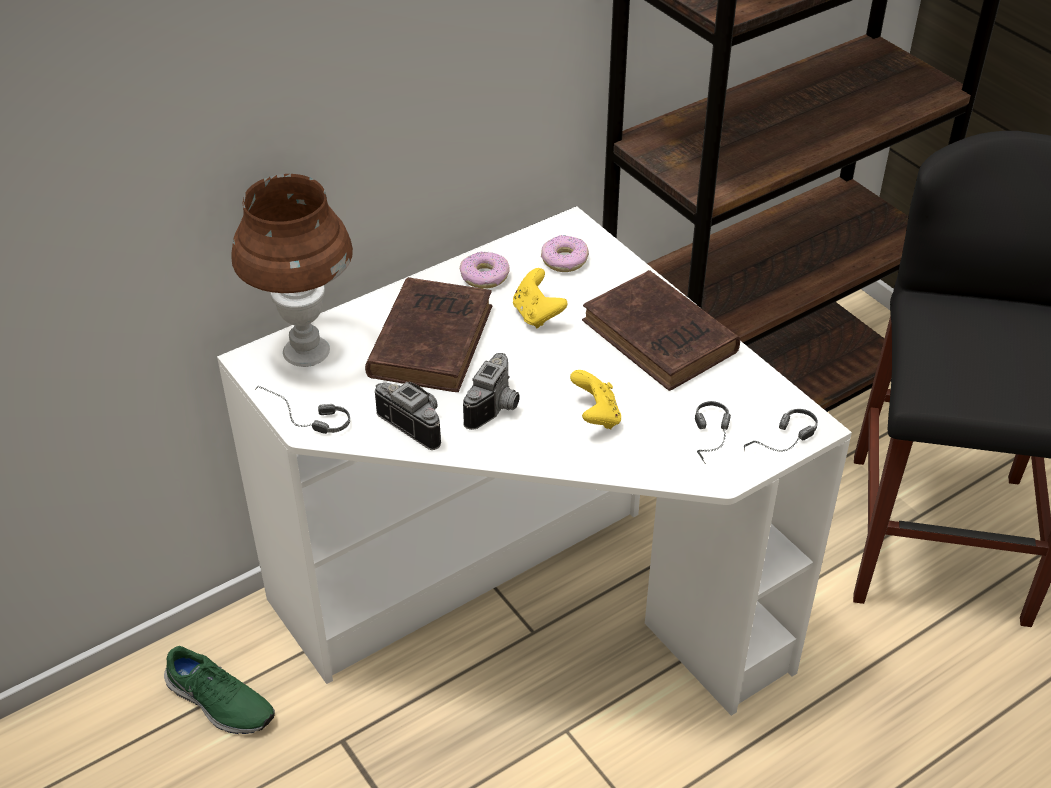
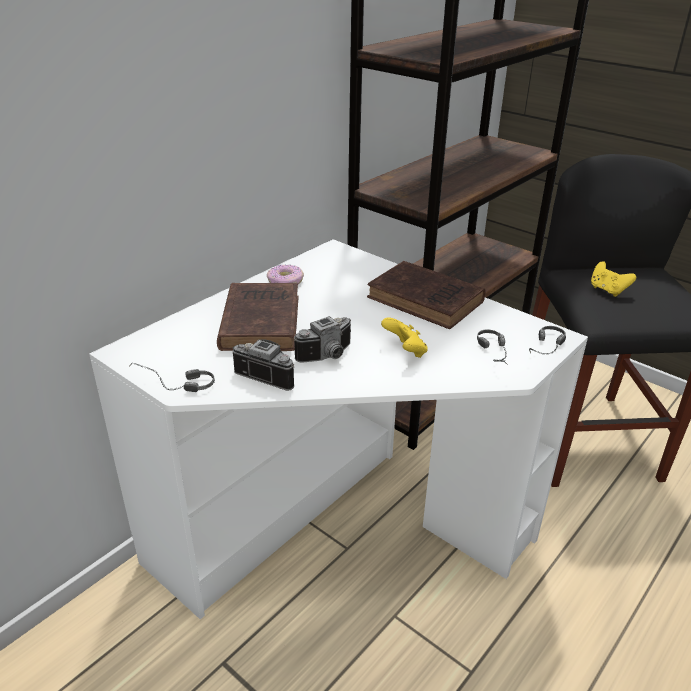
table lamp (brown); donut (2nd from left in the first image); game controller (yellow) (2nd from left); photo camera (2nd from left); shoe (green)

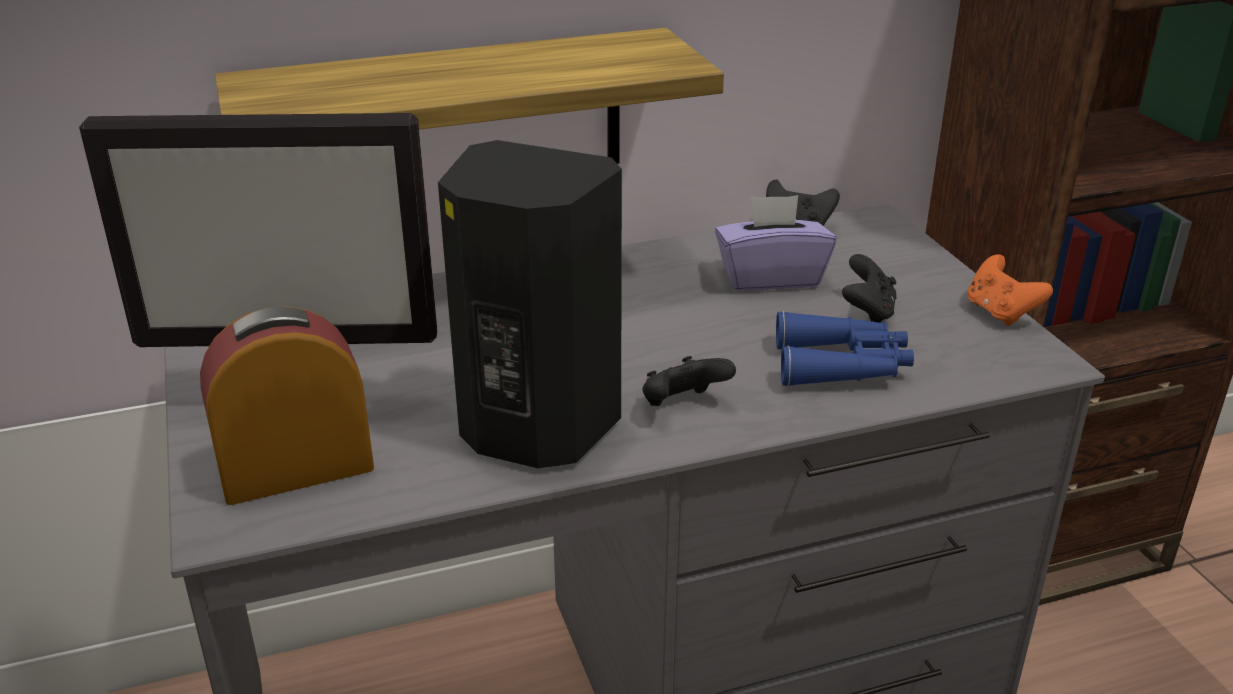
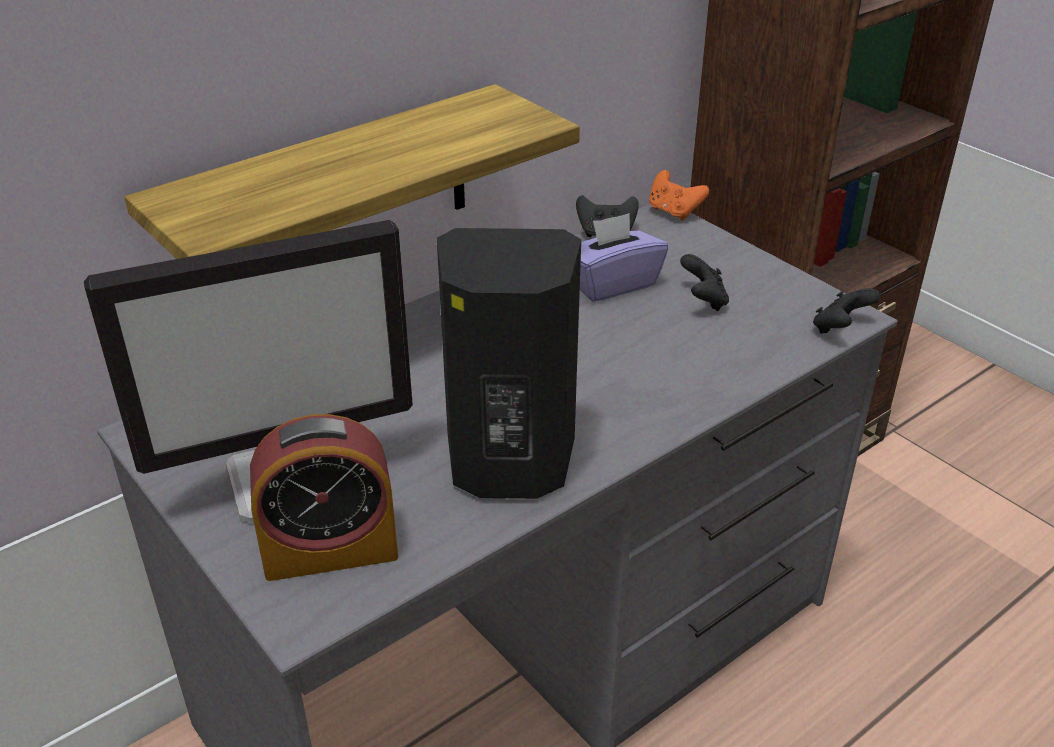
game controller (orange); alarm clock; binoculars (blue); game controller (black) (3rd from left)

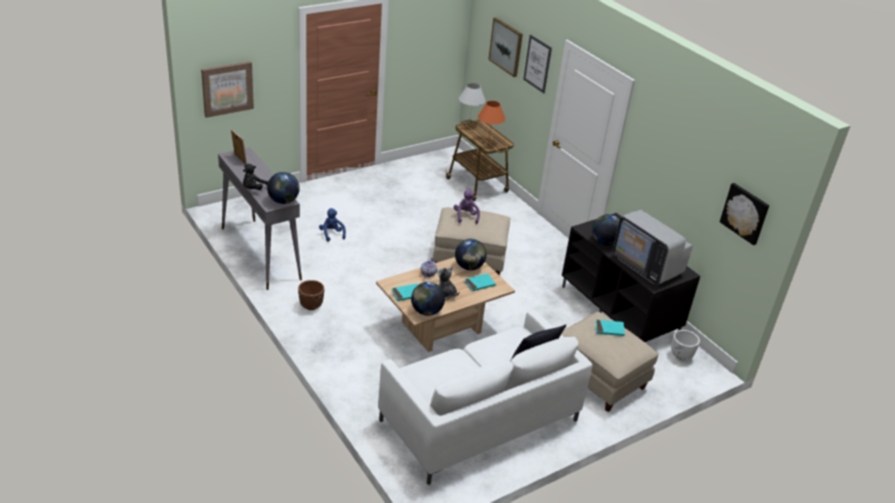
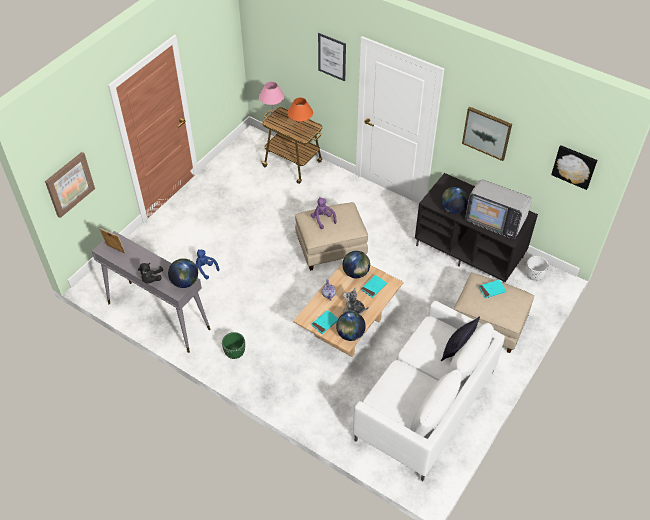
picture (3rd from left); table lamp (pink); planter (green)

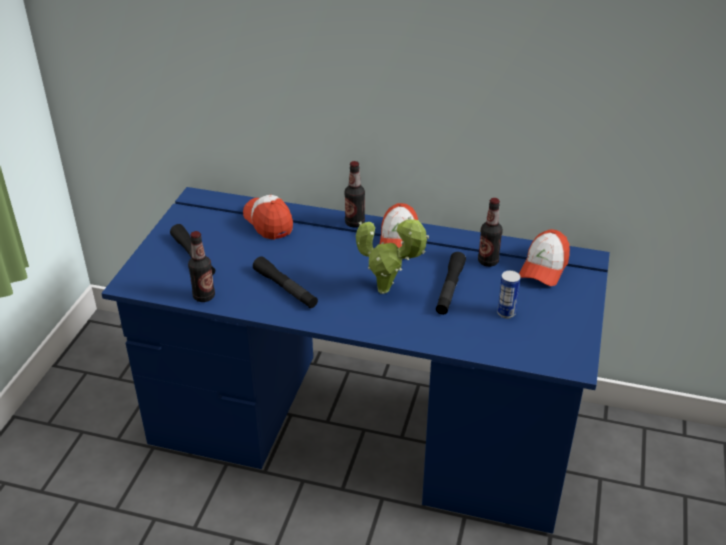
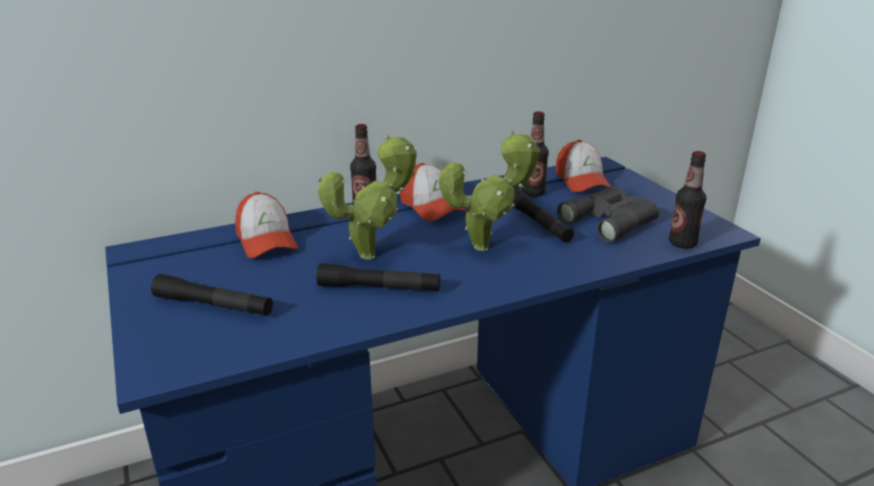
cap (1st from left); bottle (3rd from left); binoculars (grey); potted plant (1st from left)

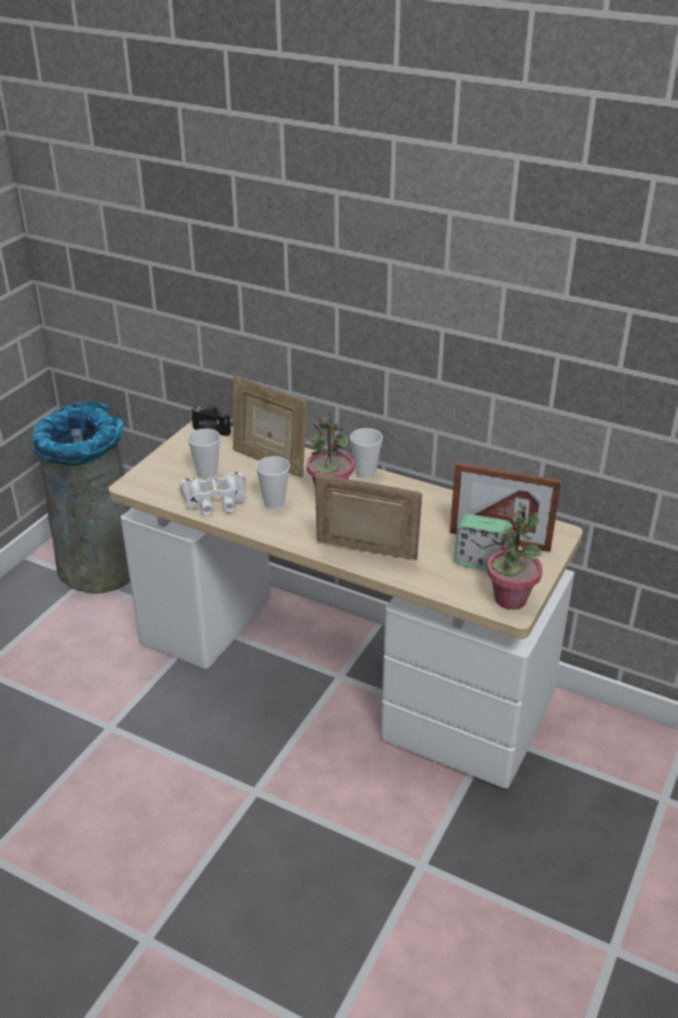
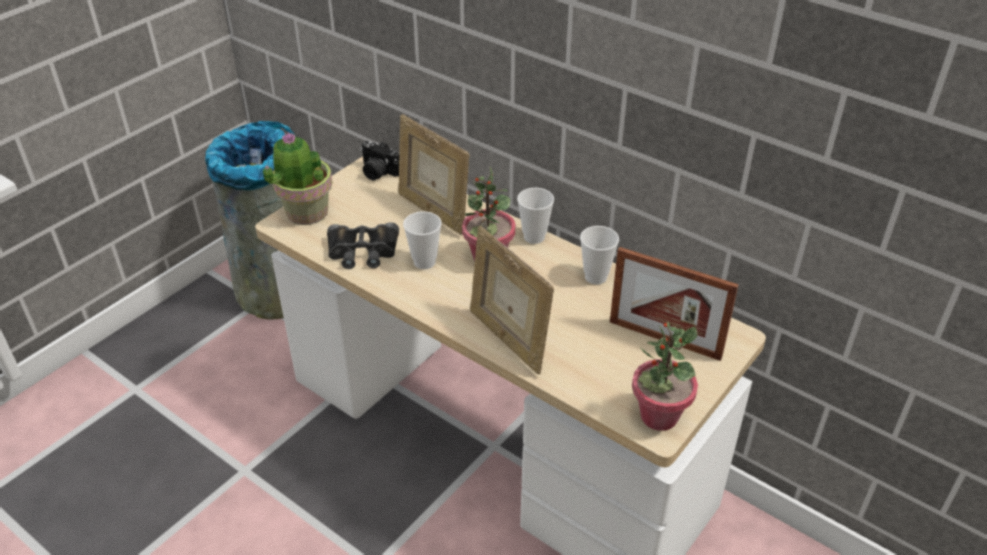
cup (3rd from left); binoculars (black); picture frame (2nd from left); alarm clock; potted plant (1st from left)

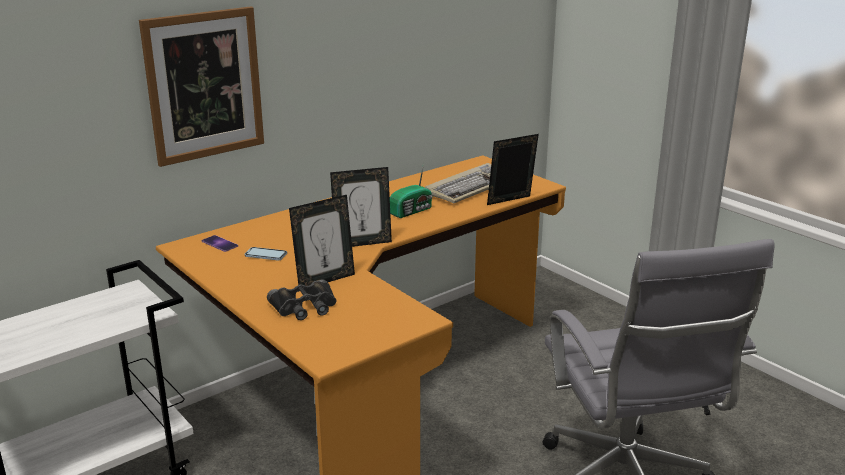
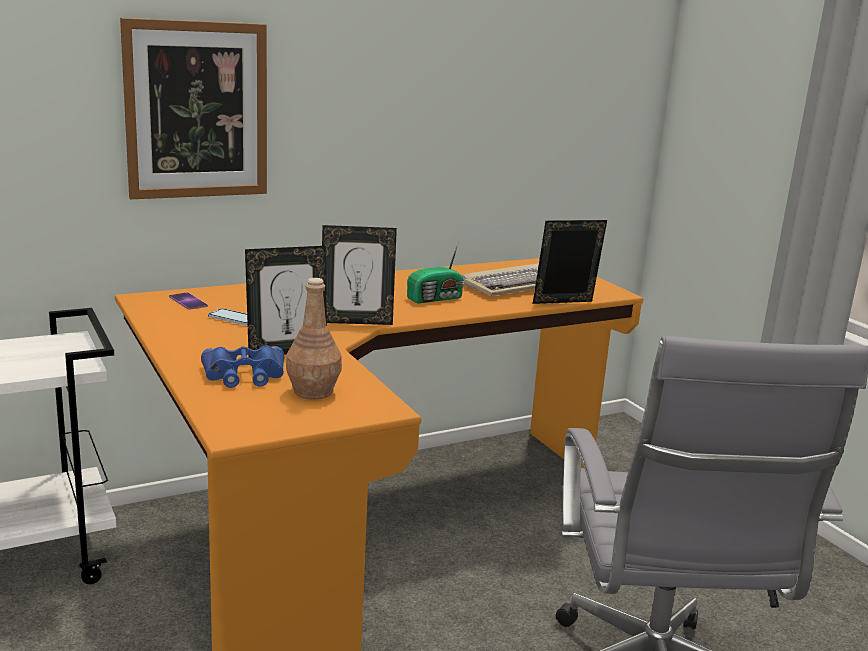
binoculars (blue); bottle (brown)

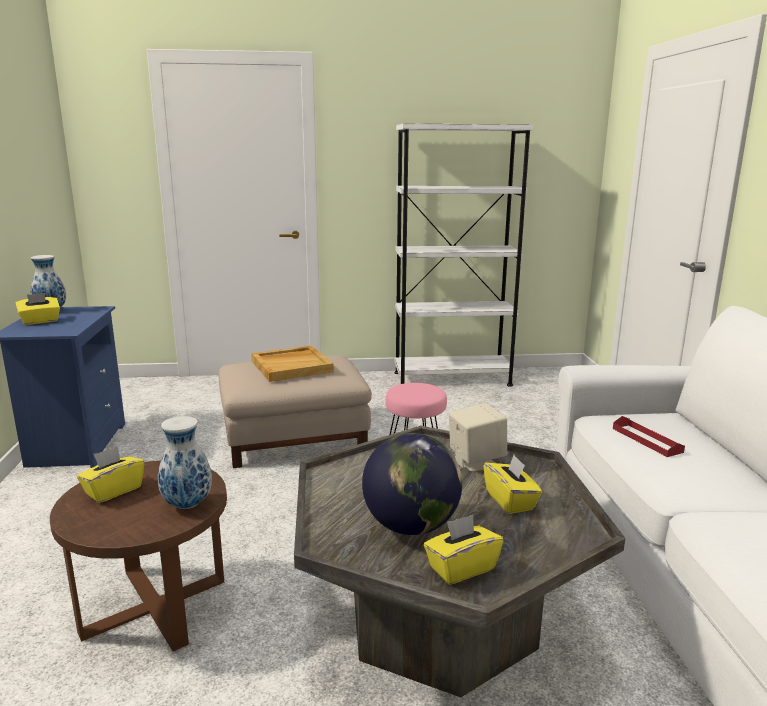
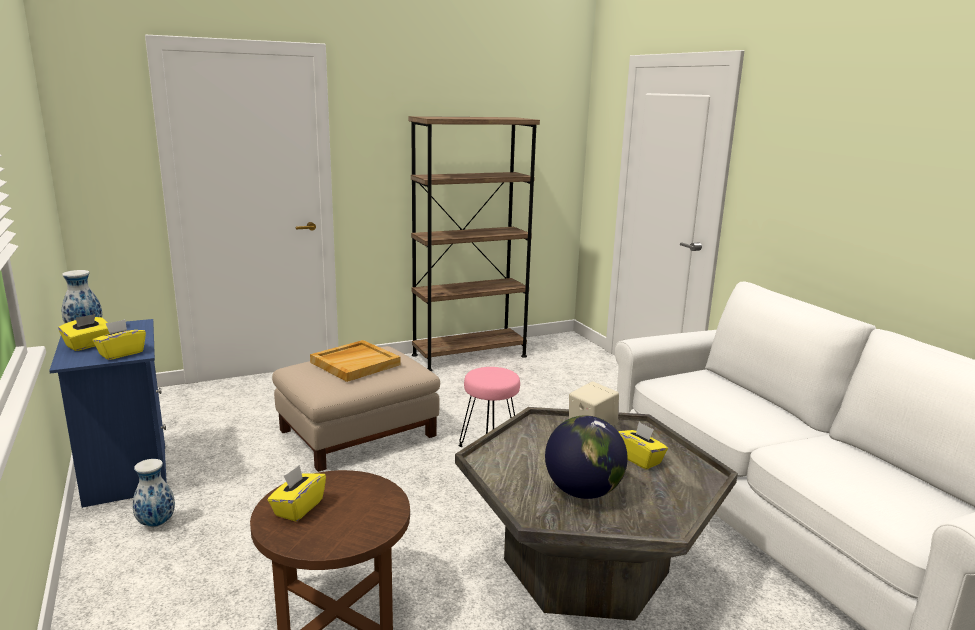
bookcase (brown); vase (2nd from left); tray (red); tissue box (yellow) (2nd from left)

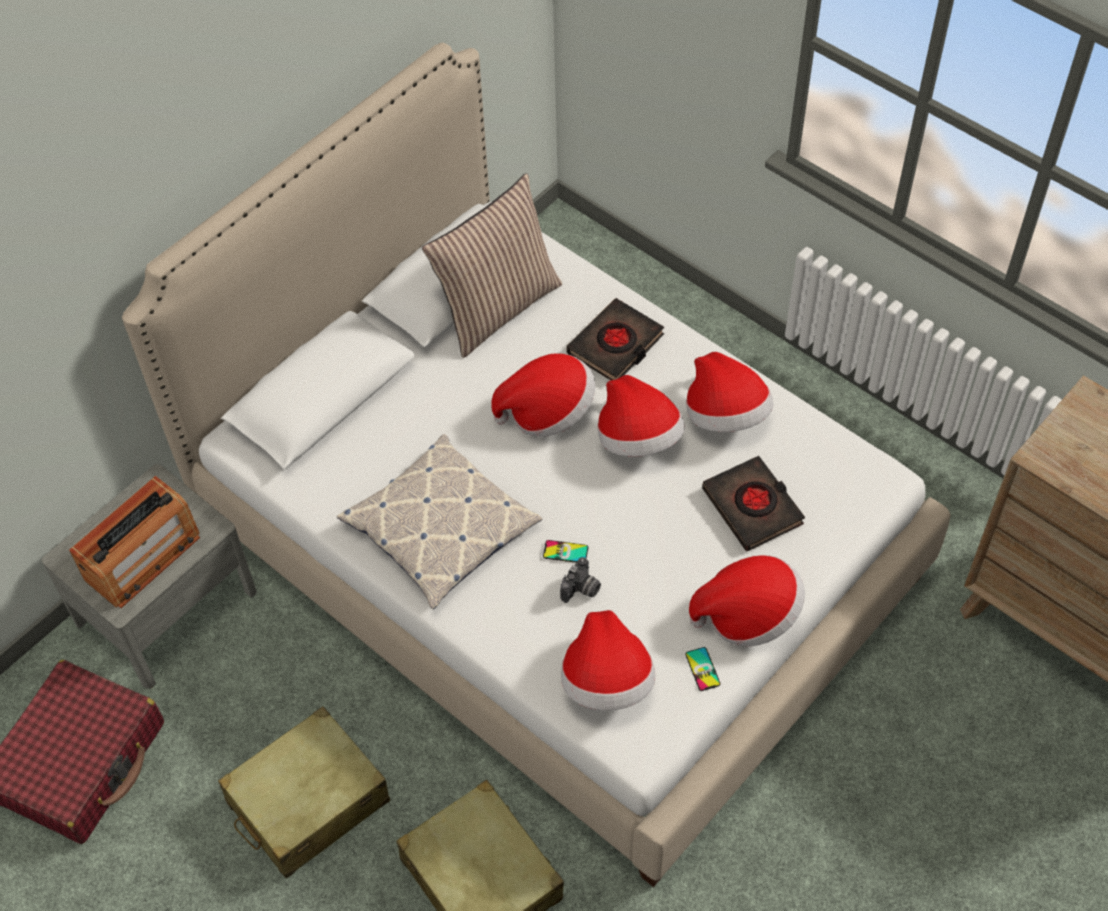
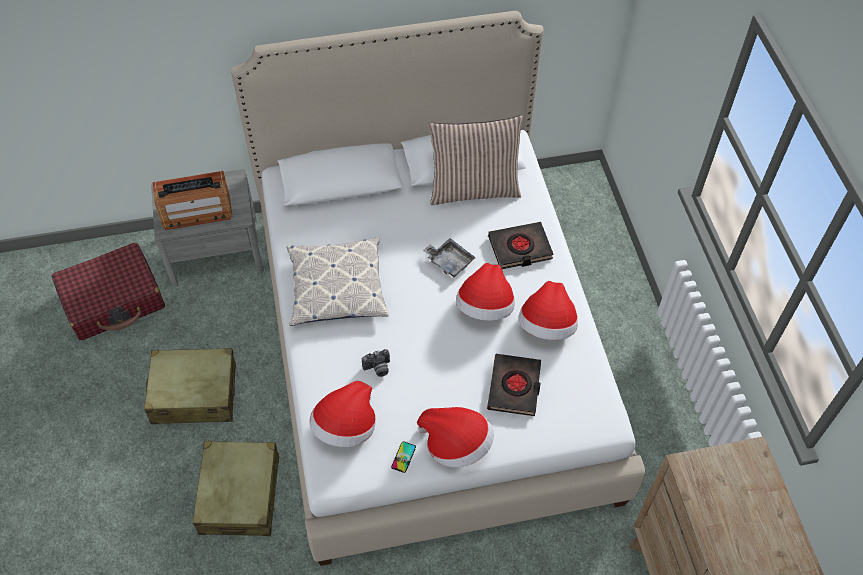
tray (grey); phone (1st from left in the first image)

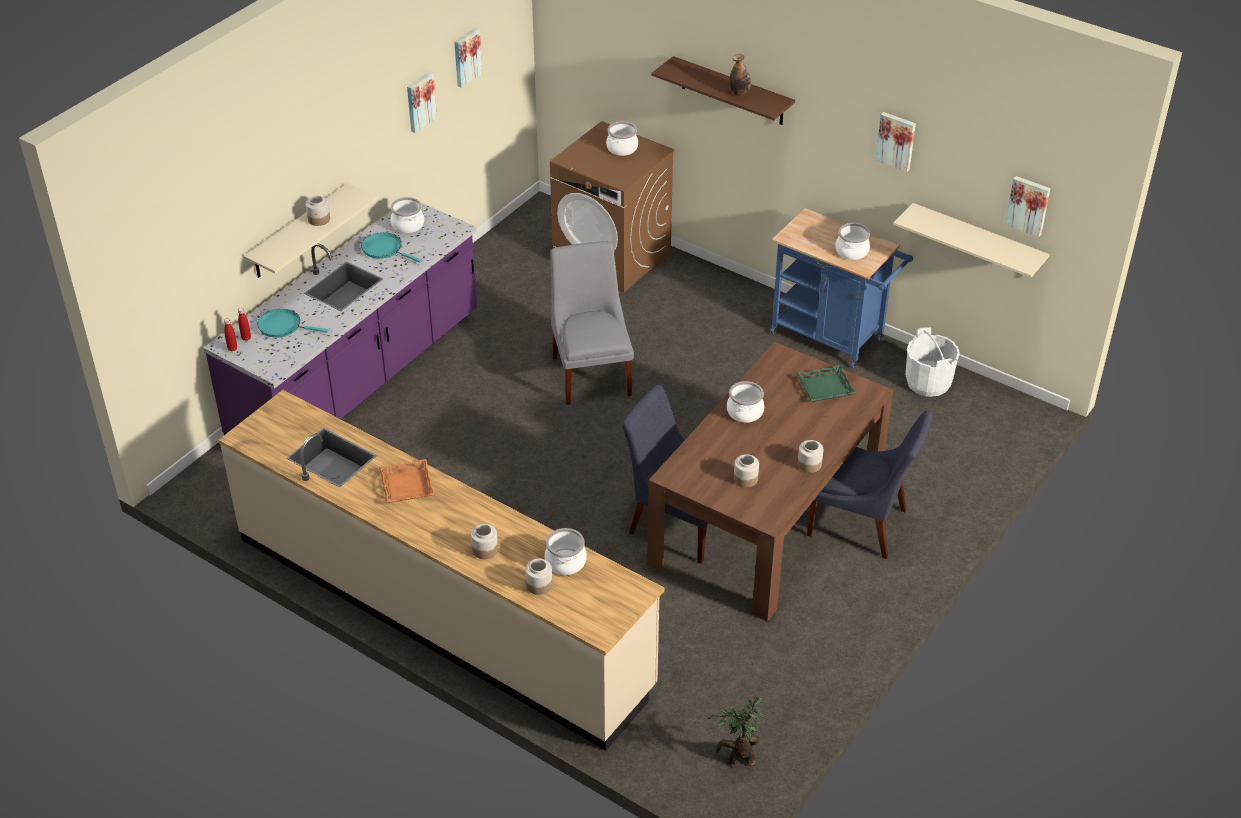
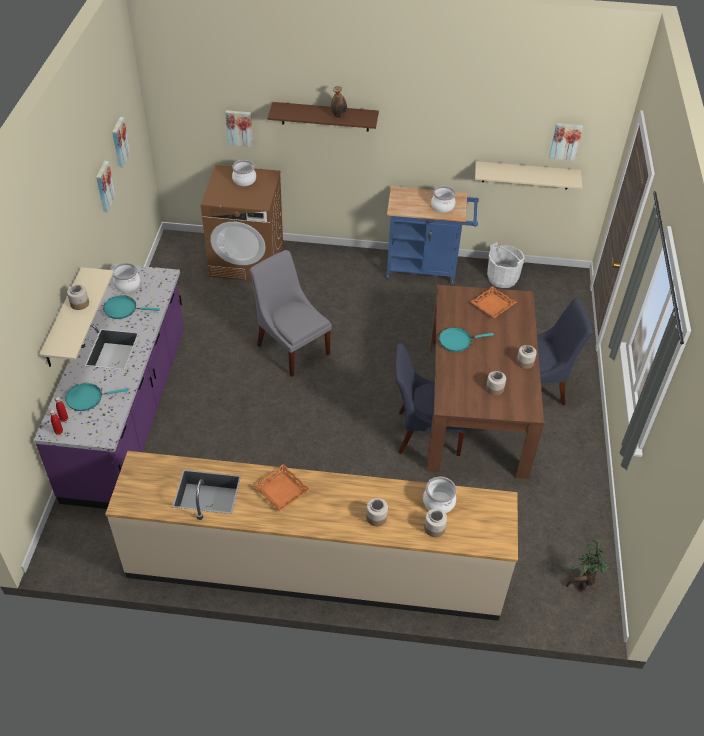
picture (3rd from left); tray (orange) (2nd from left); frying pan (turquoise) (3rd from left)

